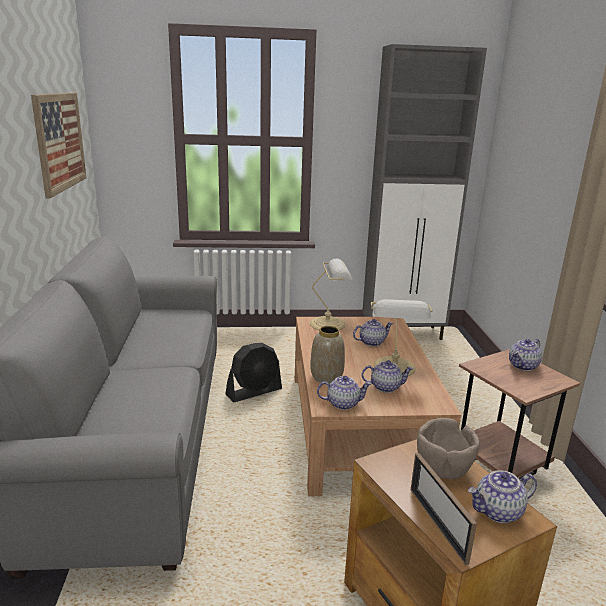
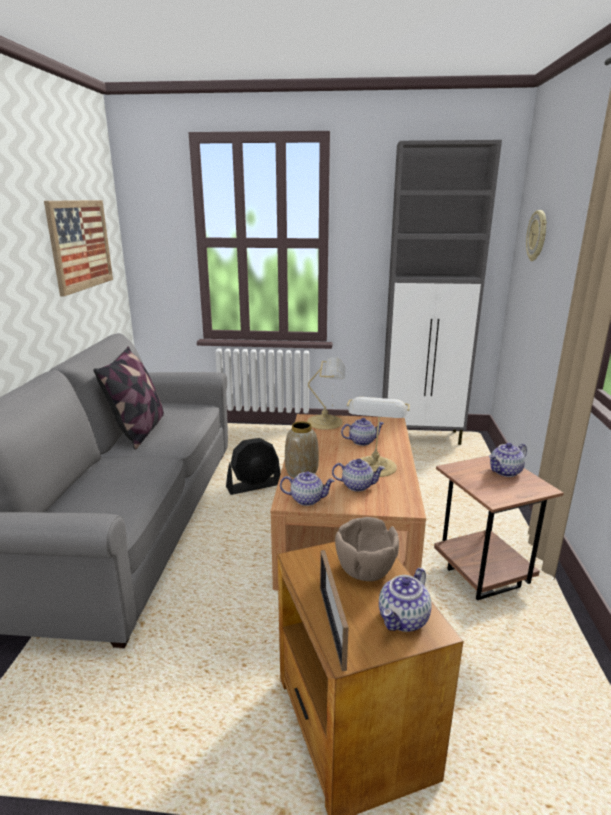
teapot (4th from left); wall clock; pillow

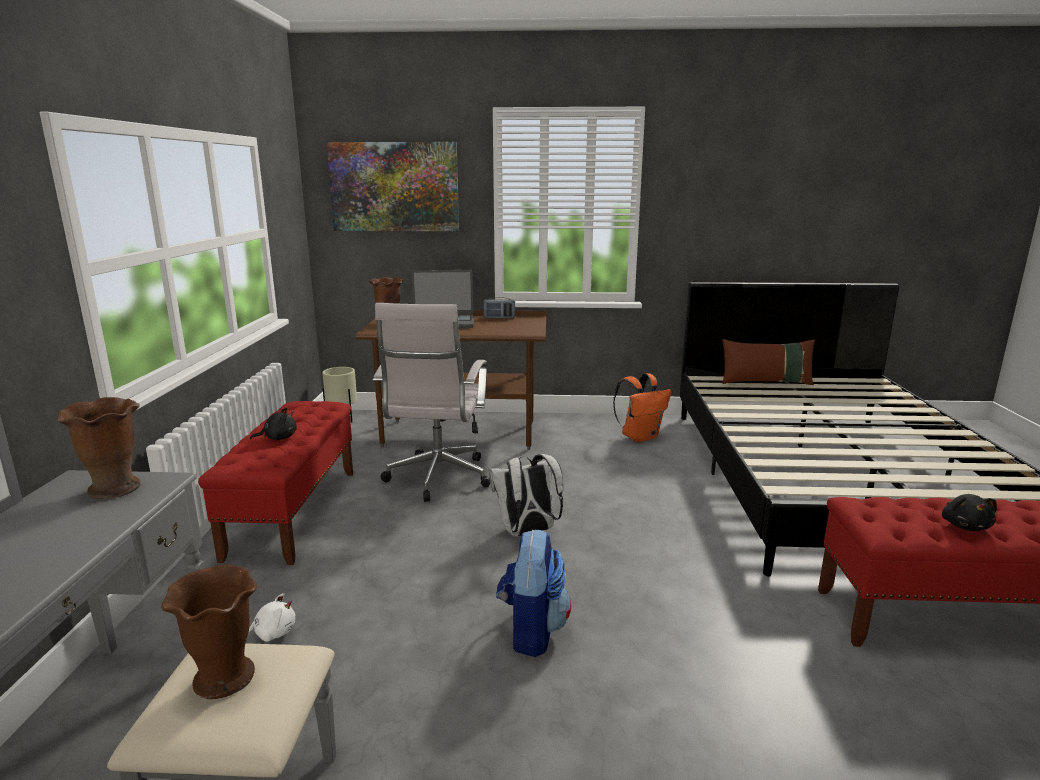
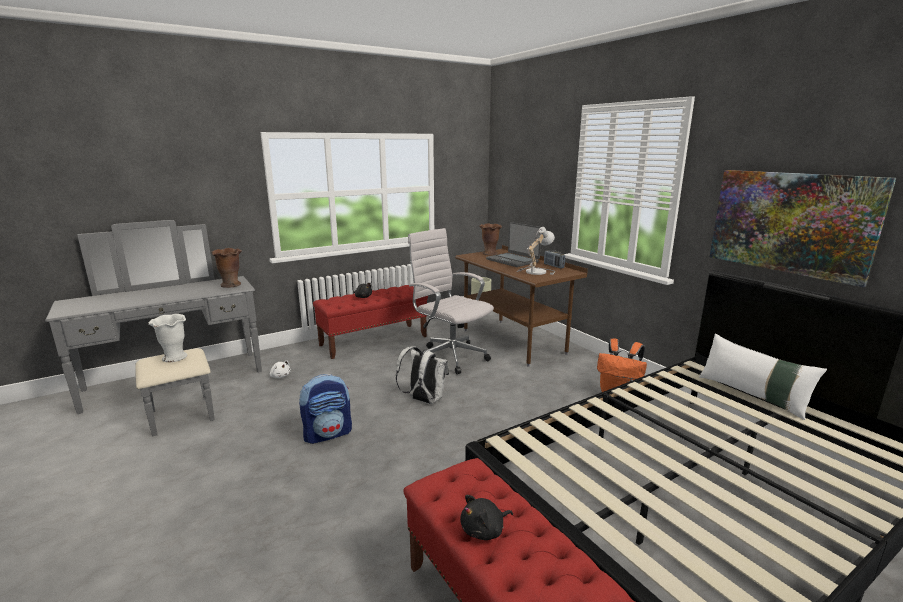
picture; office chair (white); pillow (white); vase (white); table lamp

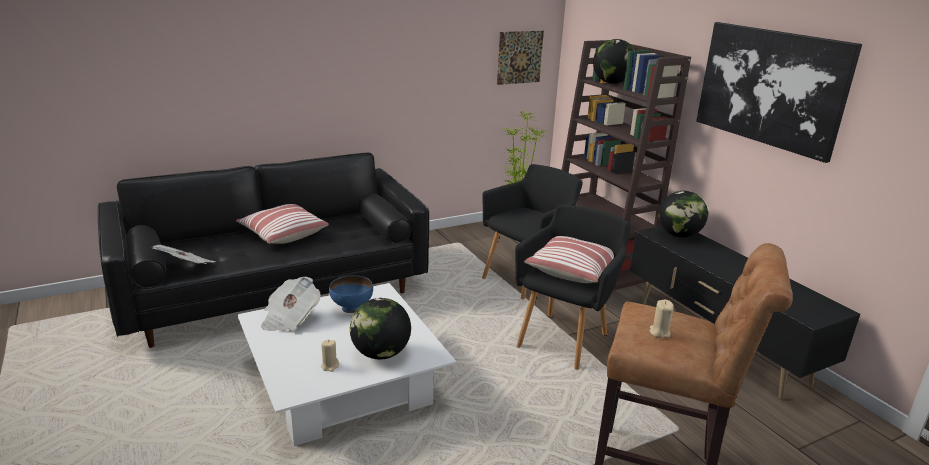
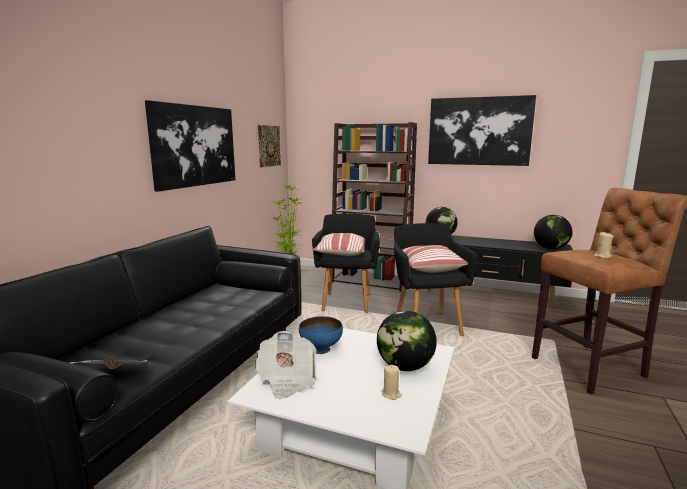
globe (3rd from left); pillow (1st from left); picture (1st from left)

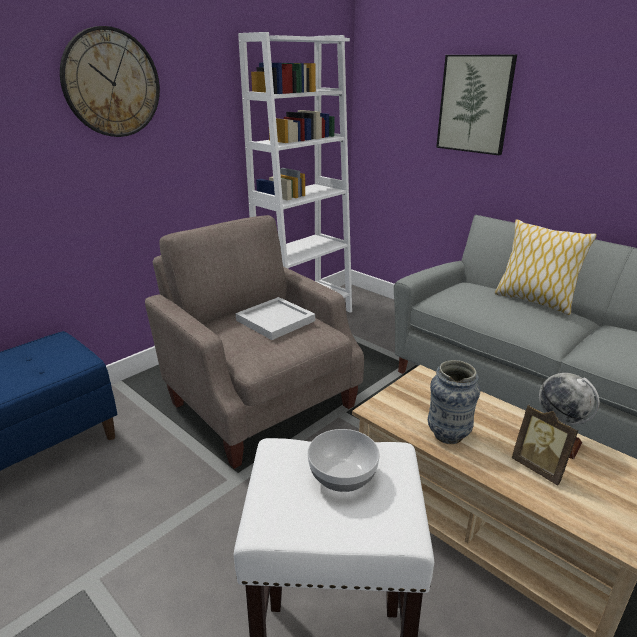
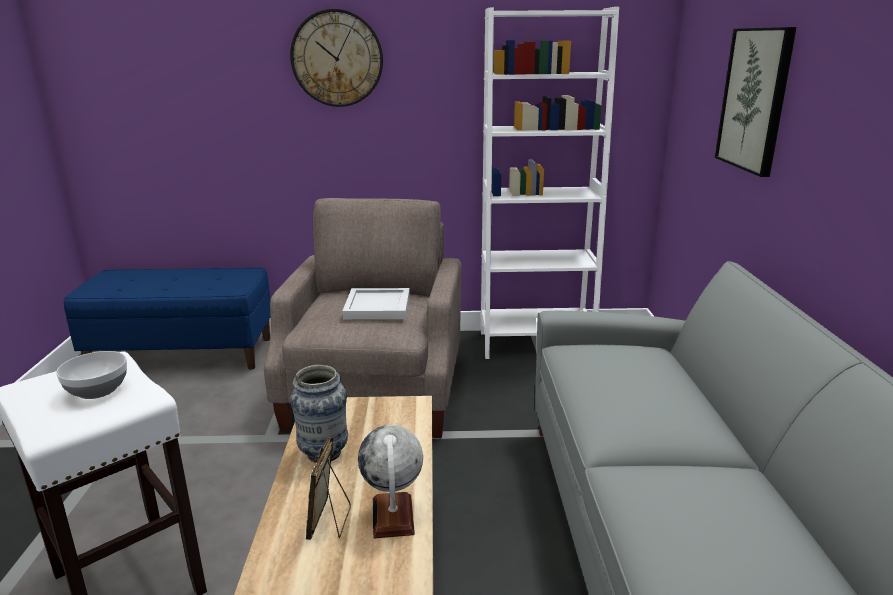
pillow

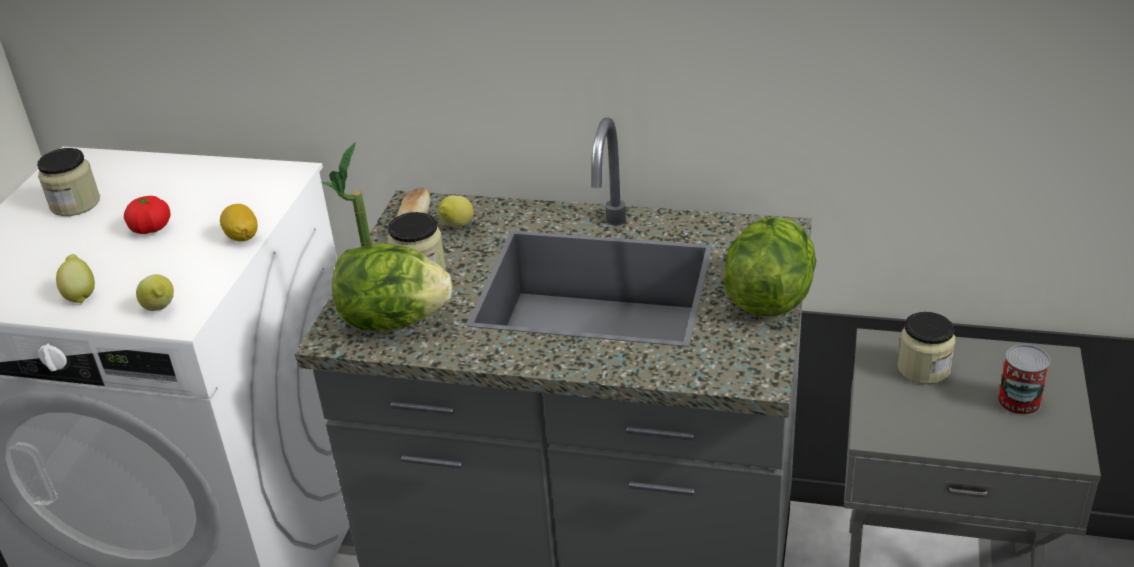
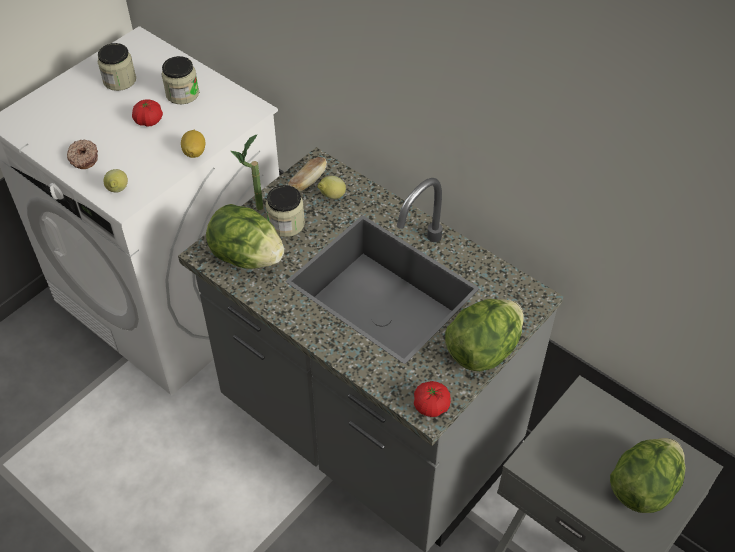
donut; jar (2nd from left); lettuce (3rd from left); tomato (2nd from left)

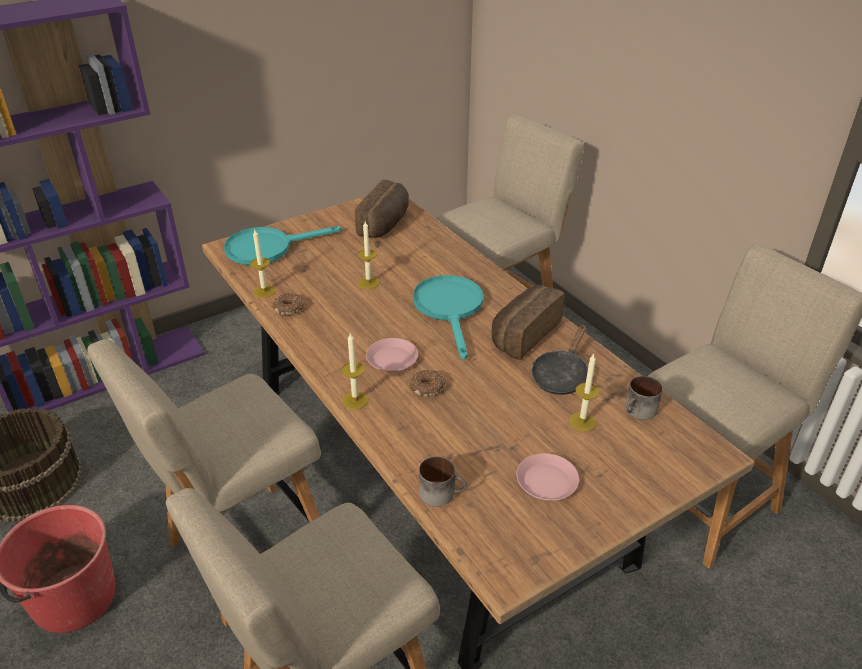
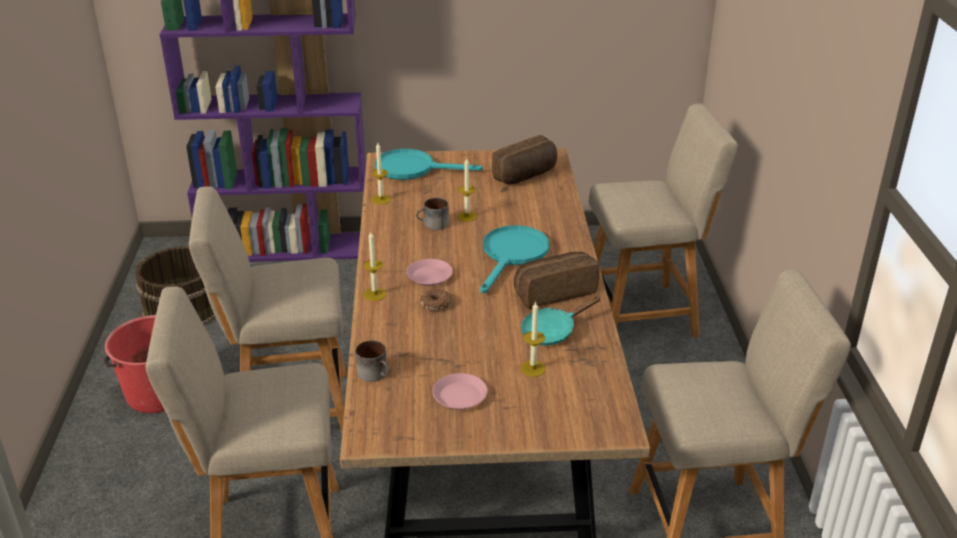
donut (1st from left in the first image); frying pan (turquoise) (3rd from left); mug (2nd from left)

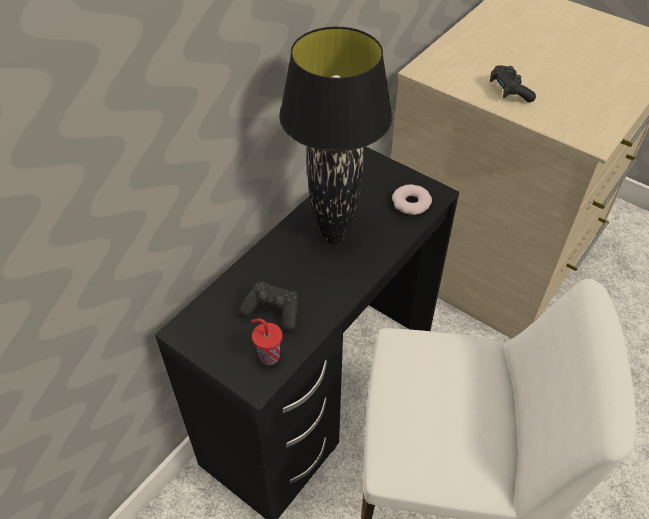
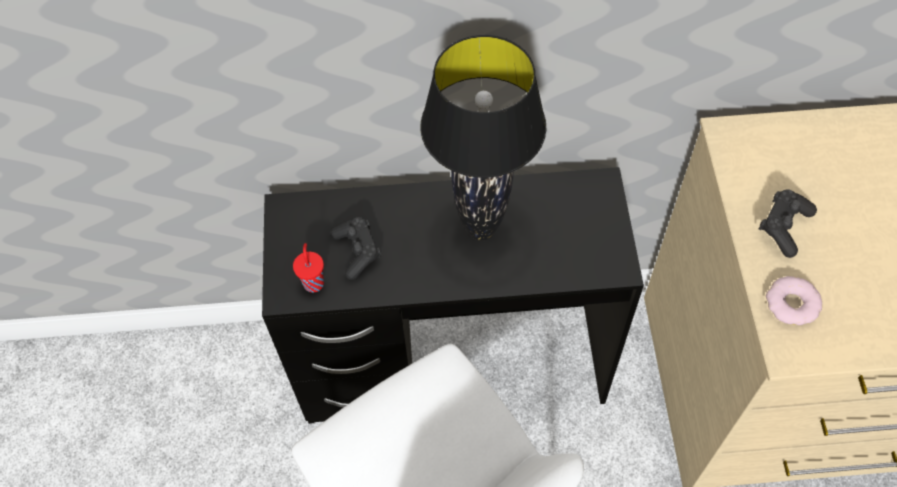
donut

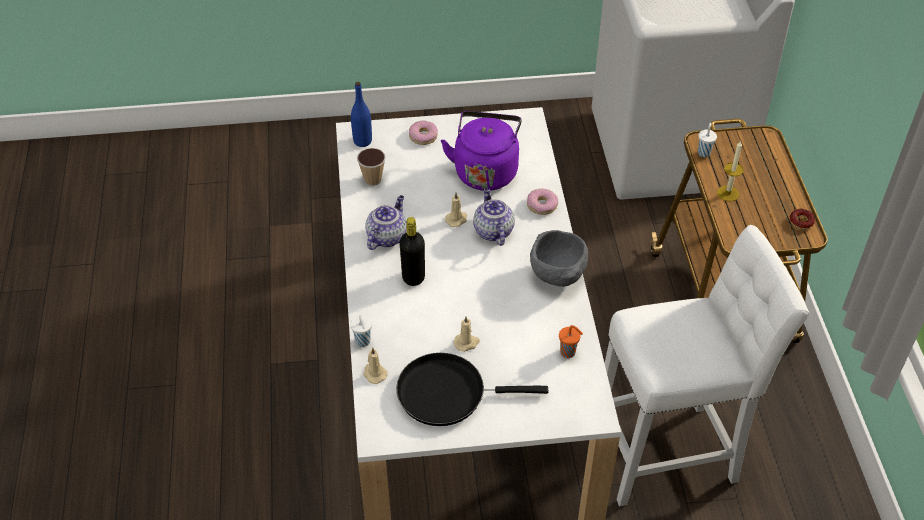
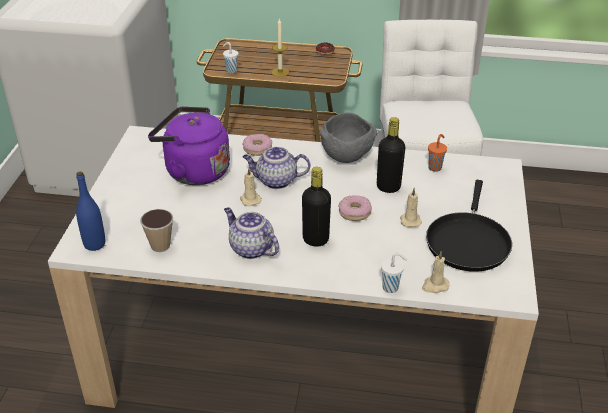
donut (3rd from left); bottle (black) (2nd from left)

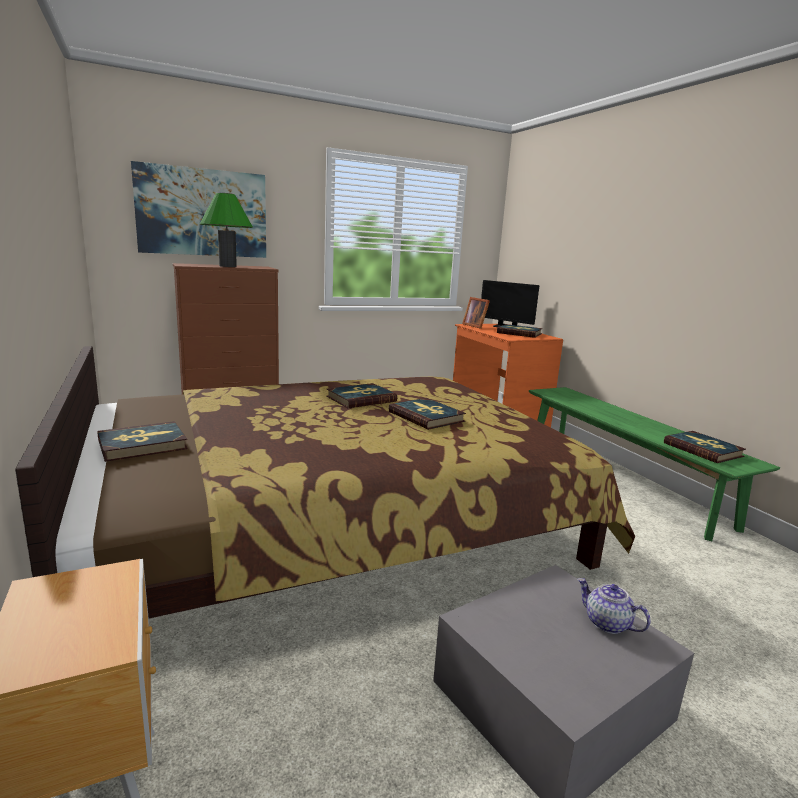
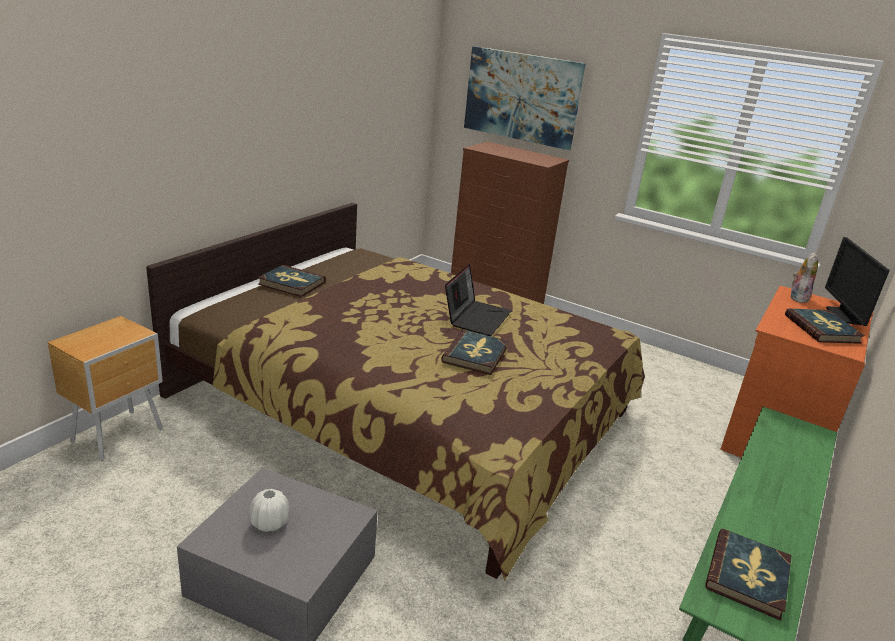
table lamp (green); plush toy; laptop; teapot; vase (white)

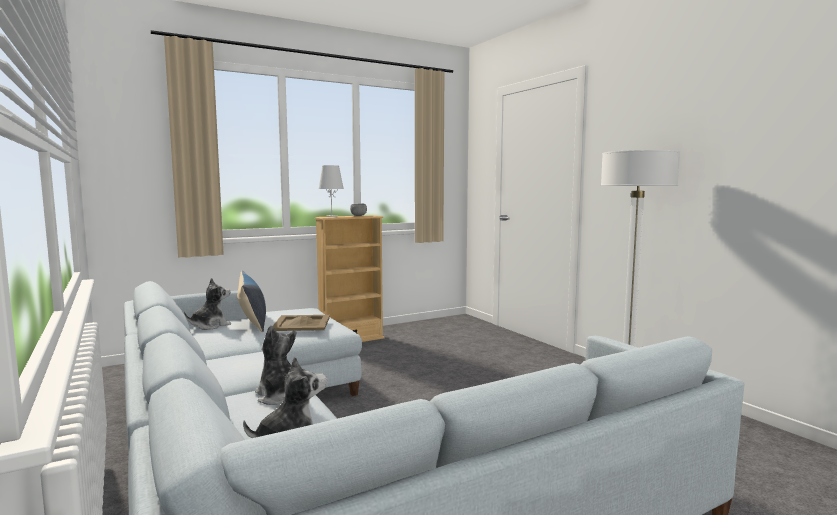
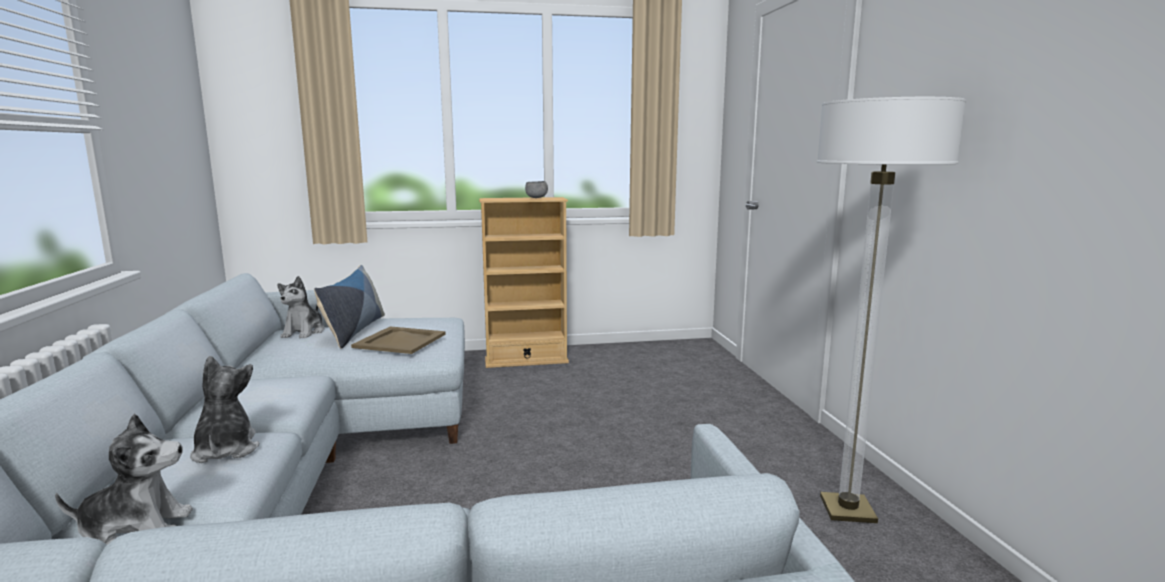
table lamp (white); plush toy (3rd from left)

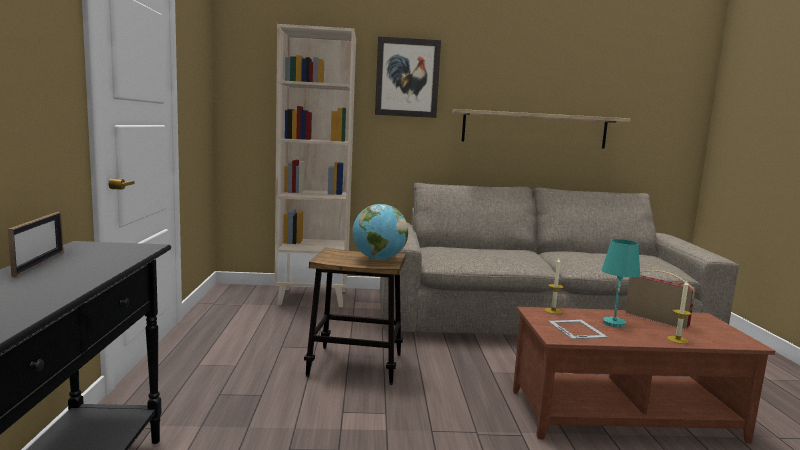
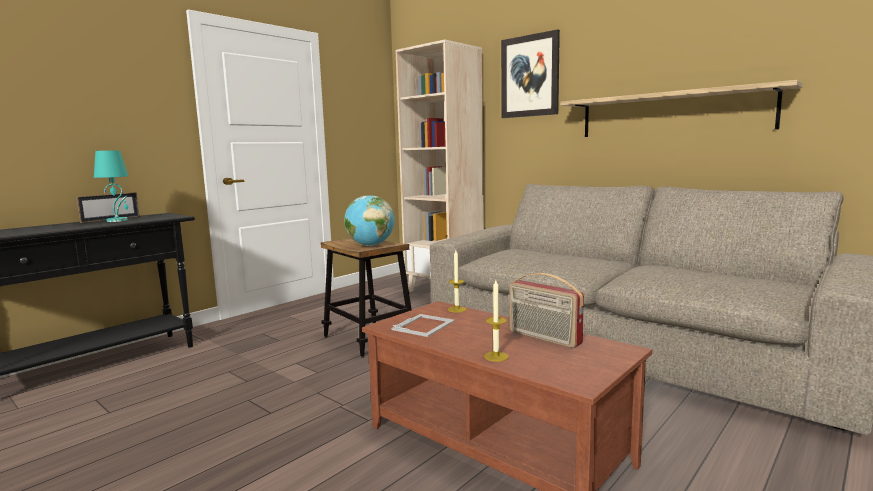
table lamp (turquoise); radio

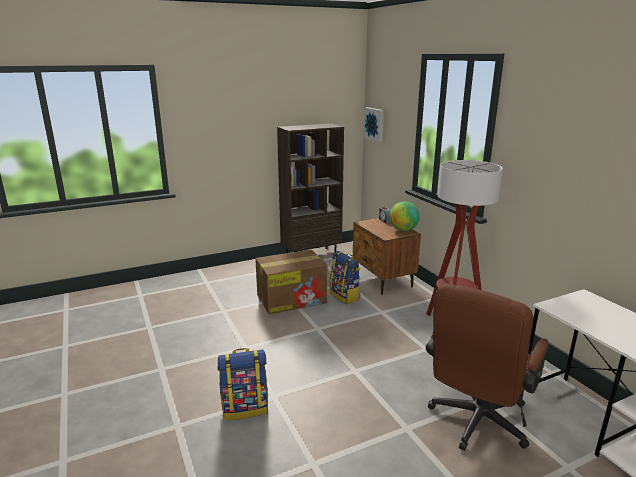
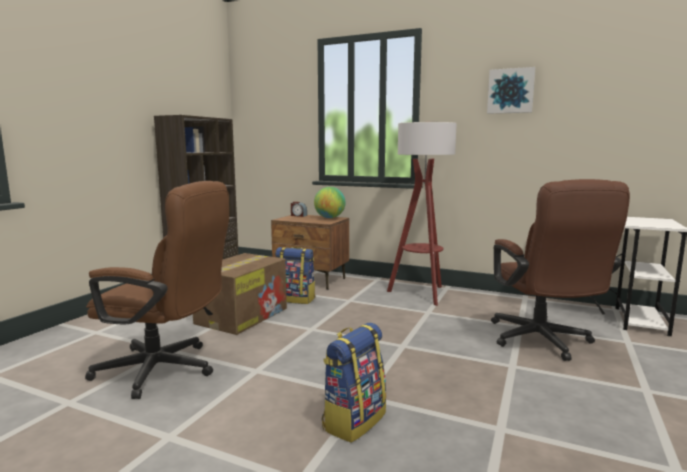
picture; office chair (brown) (1st from left)

